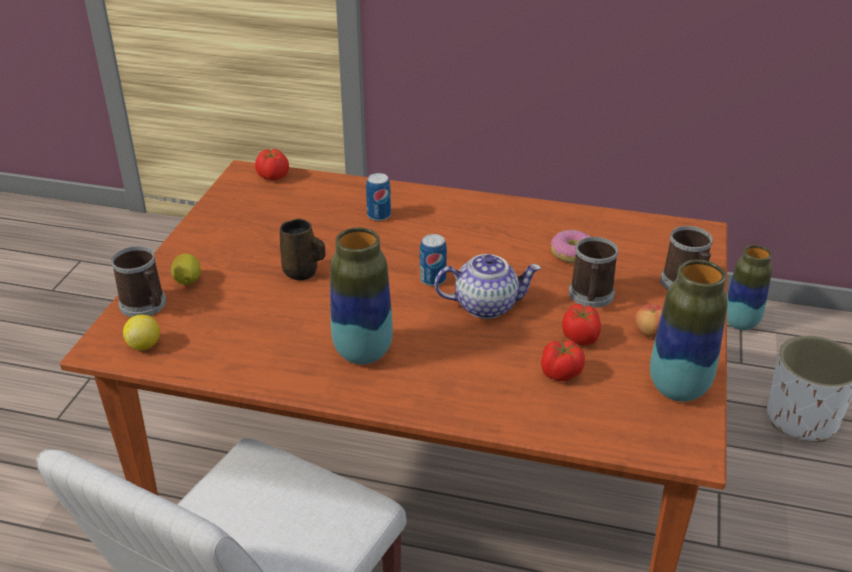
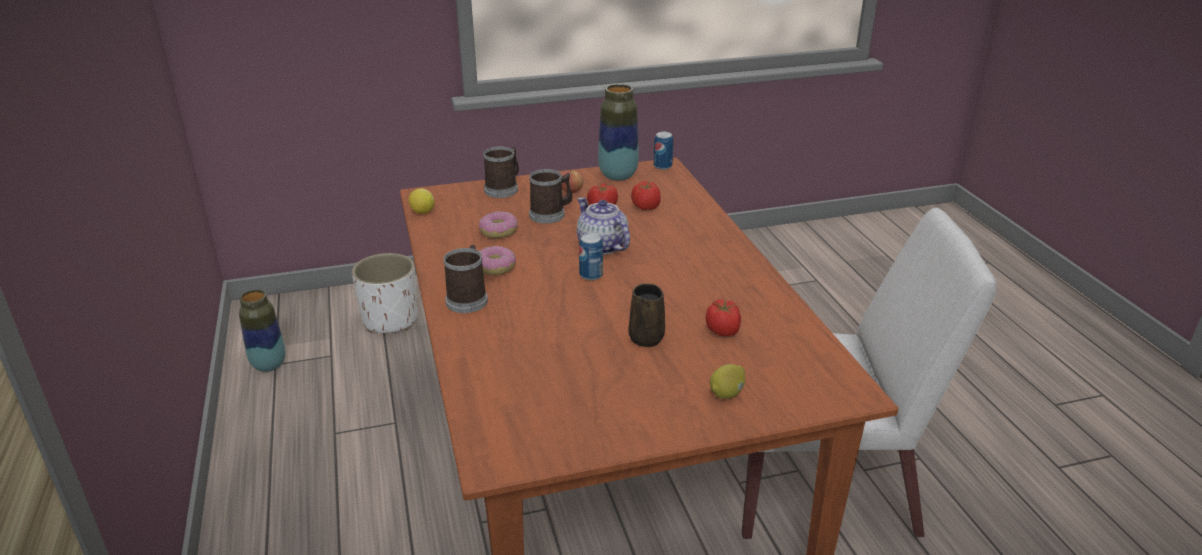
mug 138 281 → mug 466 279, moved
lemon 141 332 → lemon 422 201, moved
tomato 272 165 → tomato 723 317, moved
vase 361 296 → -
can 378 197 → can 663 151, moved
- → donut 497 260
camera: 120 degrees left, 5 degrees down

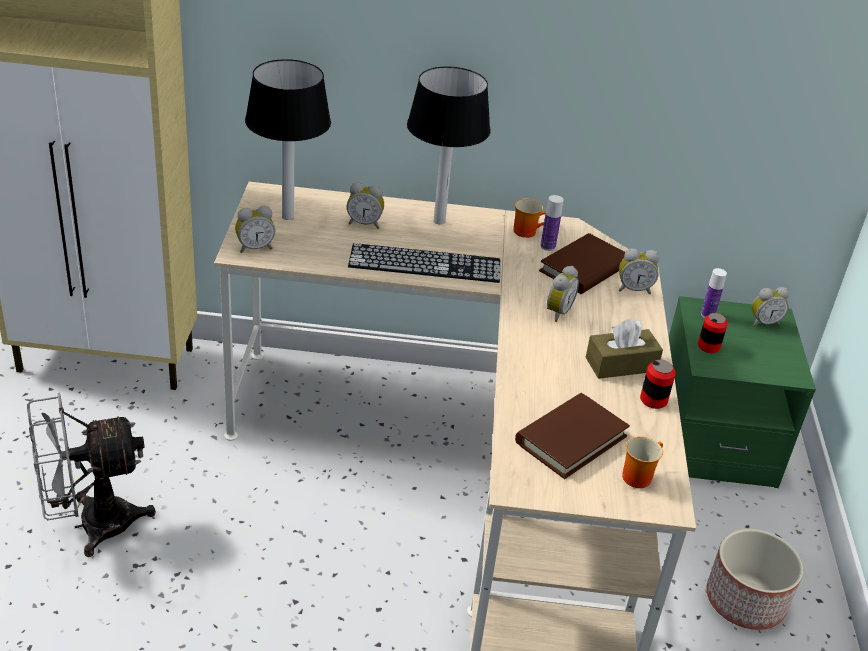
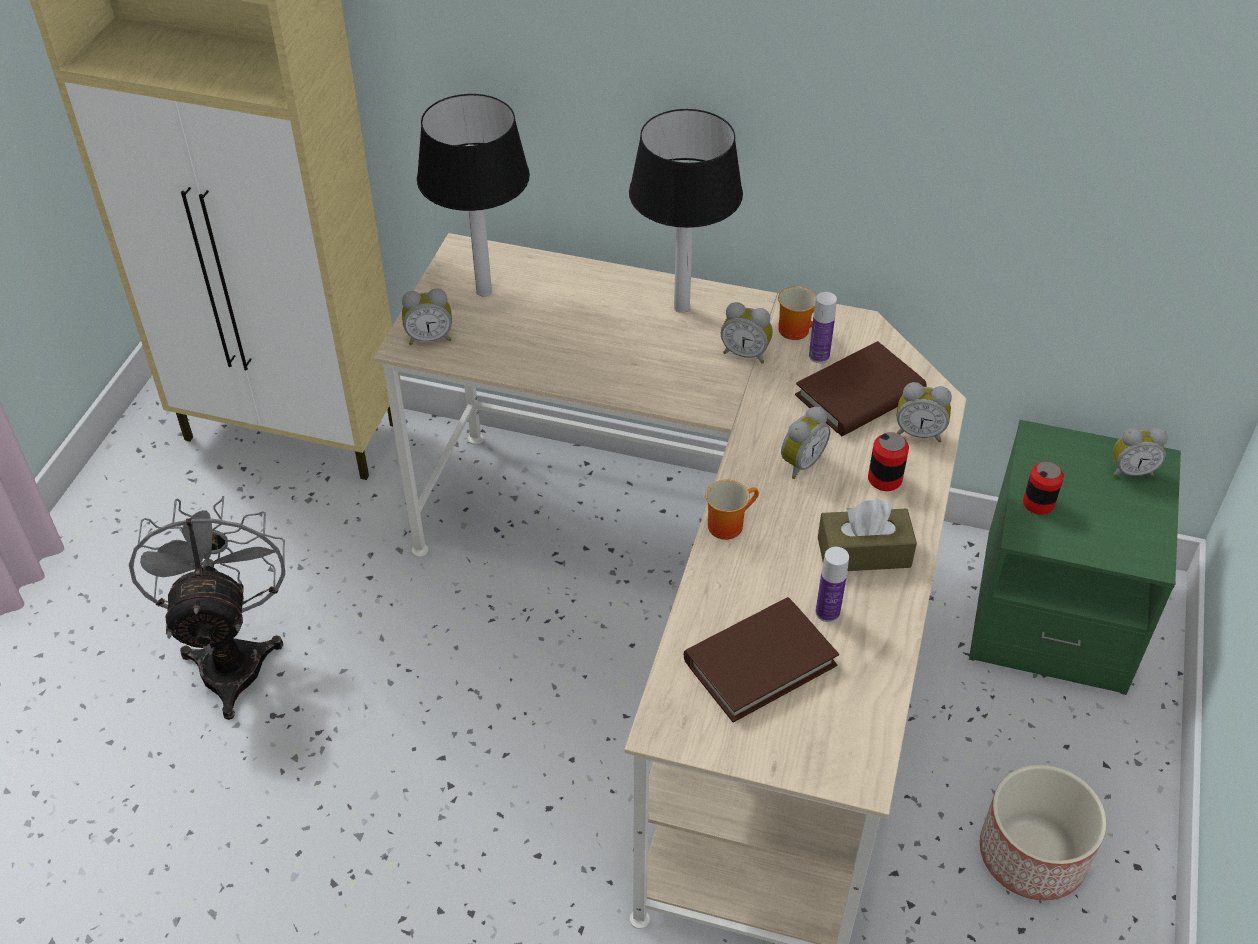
fan in grey 91 475 → fan in grey 207 608, 90 degrees clockwise
alarm clock 365 205 → alarm clock 747 333, moved
keyboard 424 263 → -
mug 642 462 → mug 732 509, moved
can 658 384 → can 888 461, moved
bottle 714 293 → bottle 832 584, moved
camera: 15 degrees right, 10 degrees up

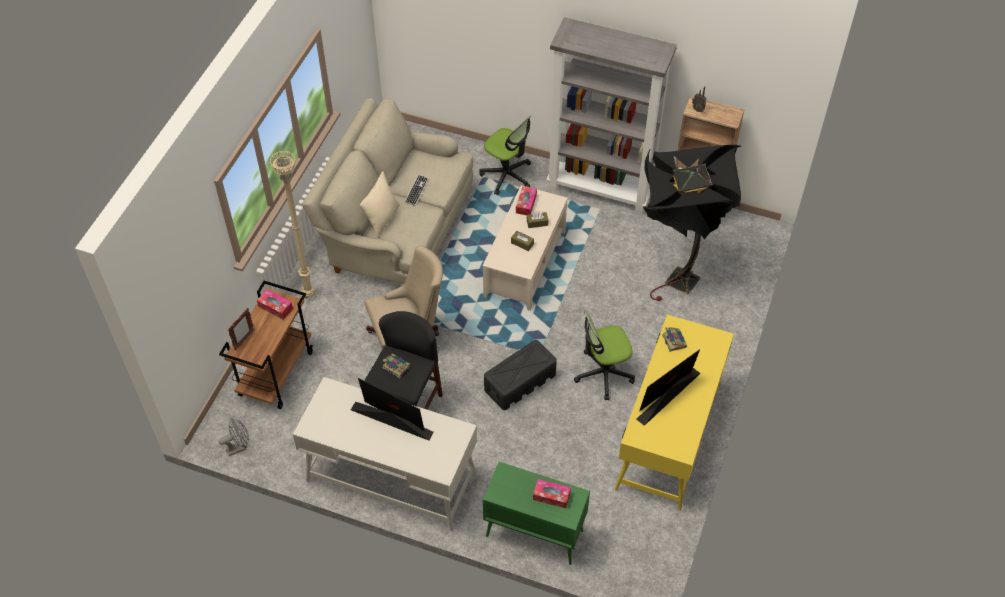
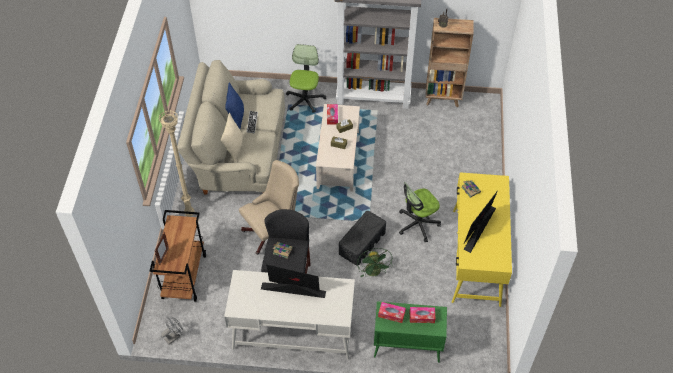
tissue box 275 304 → tissue box 392 312, moved
office chair 505 155 → office chair 306 78, 105 degrees counterclockwise
floor lamp in black 692 223 → -
- → pillow in blue 234 105
- → fan in green 375 262
camera: 15 degrees left, 0 degrees up

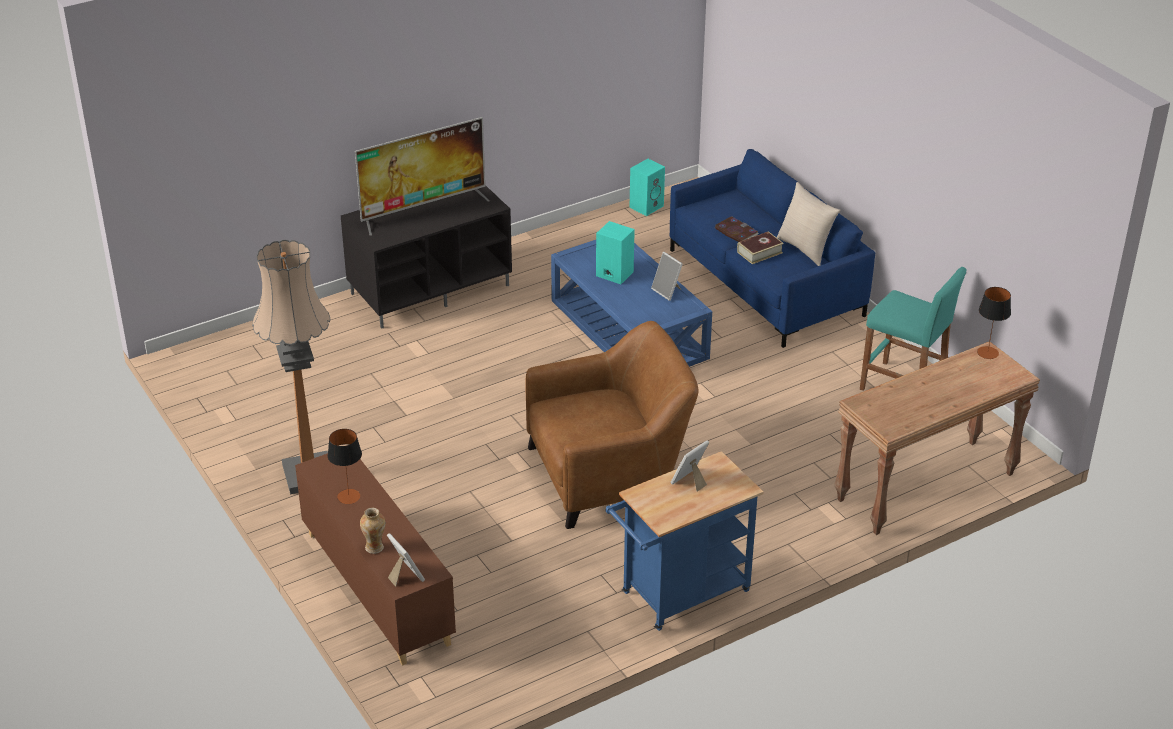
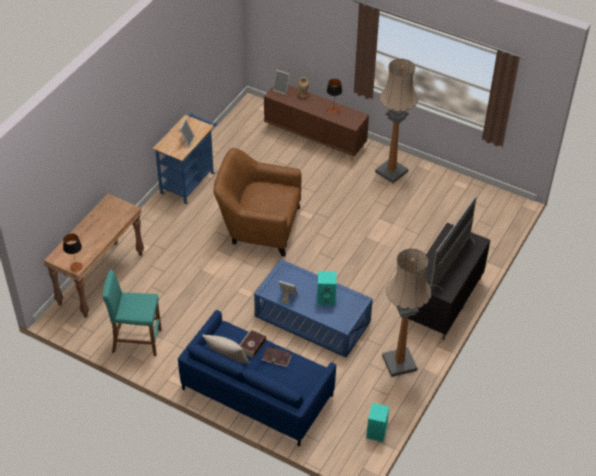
armchair in brown 612 425 → armchair in brown 257 202, 60 degrees clockwise
- → floor lamp 406 312
camera: 150 degrees right, 10 degrees up

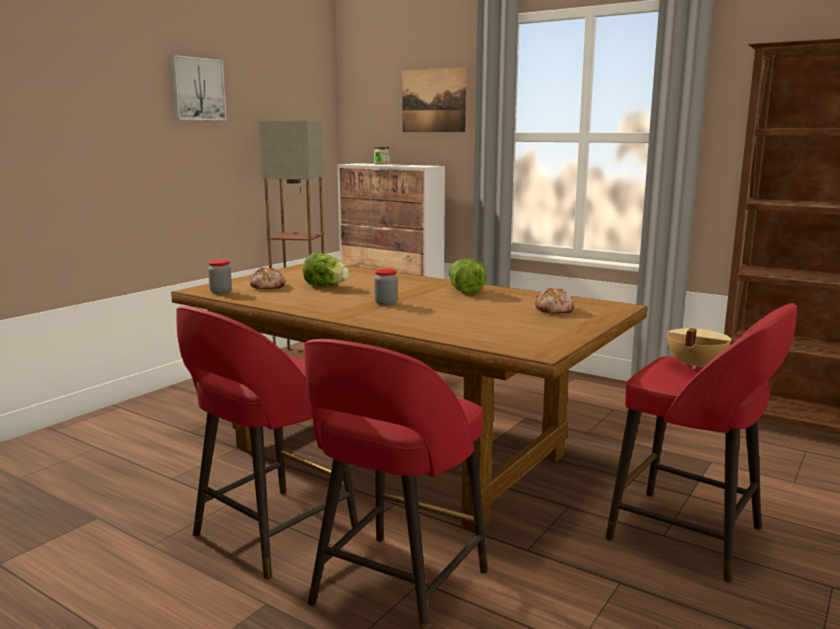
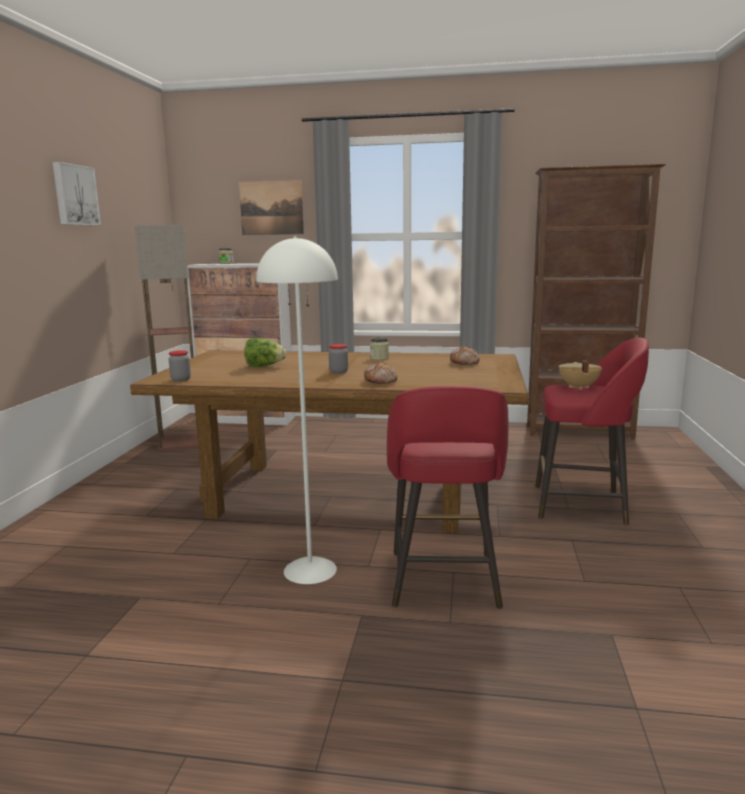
stool in red 267 442 → floor lamp in white 297 410
bread 267 278 → bread 380 373, moved
lettuce 468 276 → jar 379 348
camera: 25 degrees left, 0 degrees up

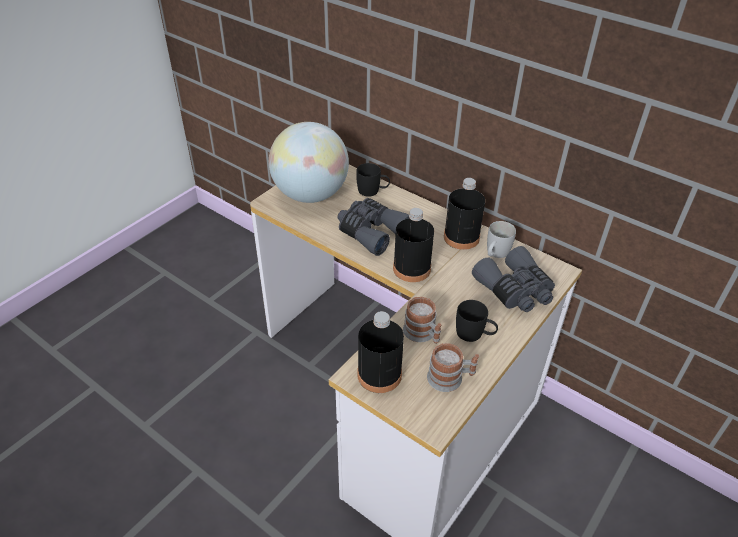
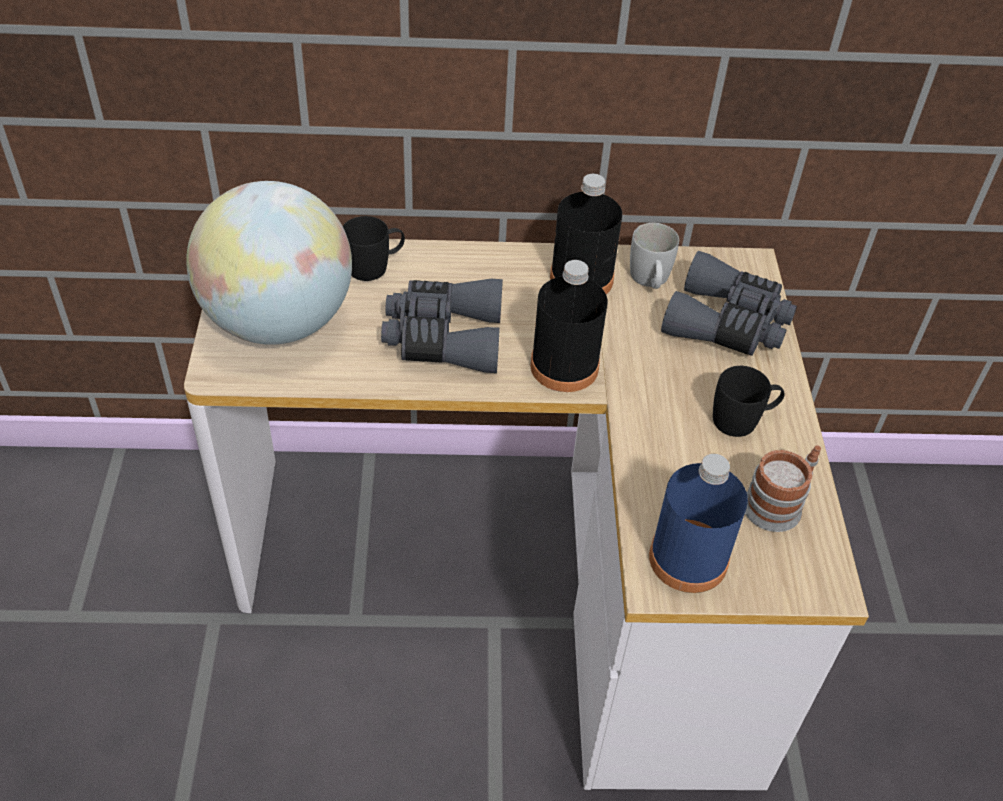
bottle in black 380 352 → bottle in blue 698 523
mug 422 320 → -
camera: 40 degrees left, 5 degrees up

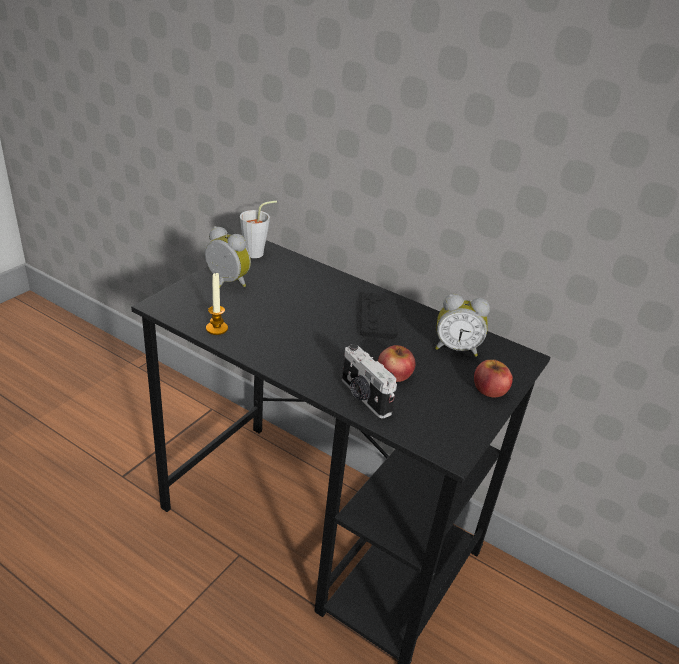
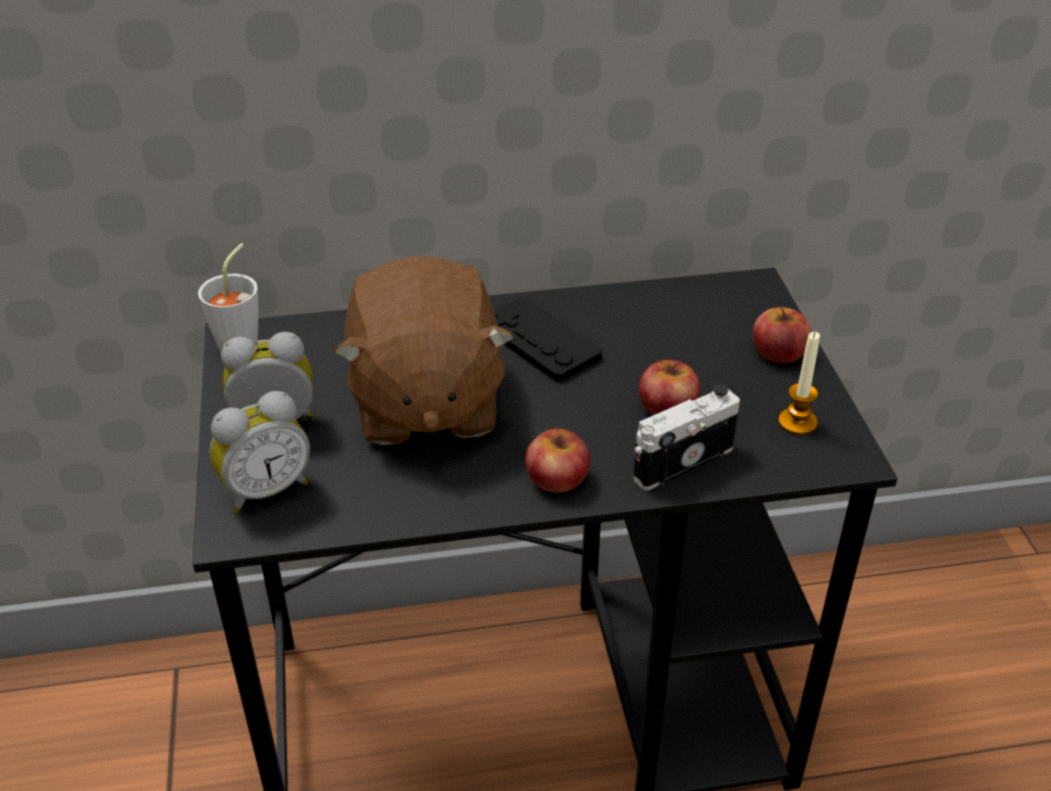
candle 217 303 → candle 799 383, moved
photo camera 369 381 → photo camera 686 437, 135 degrees clockwise
alarm clock 462 325 → alarm clock 259 452, moved
- → plush toy in brown 424 350
- → apple 558 460
camera: 40 degrees left, 5 degrees up

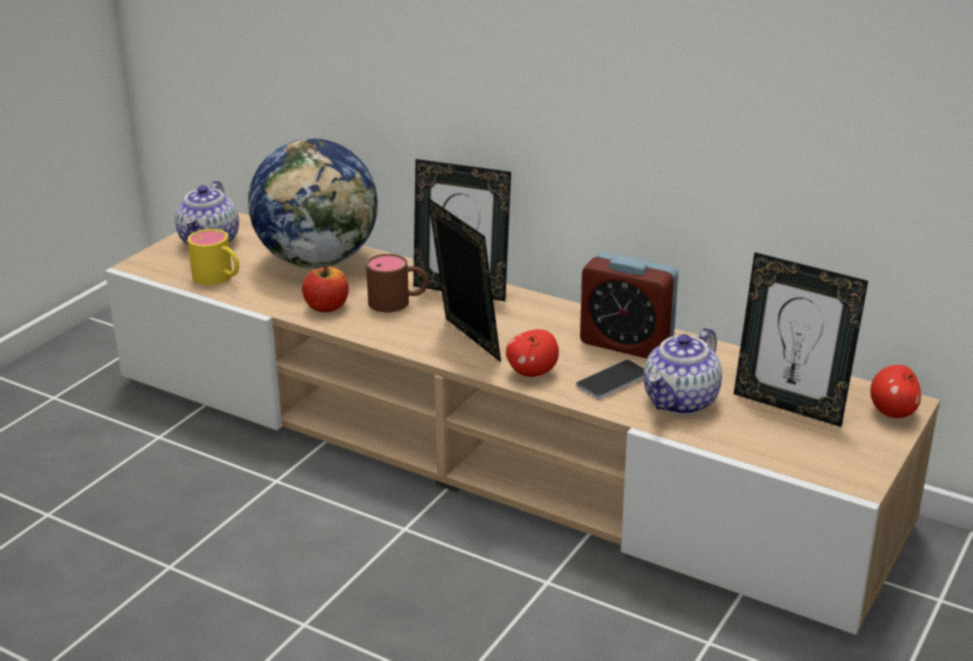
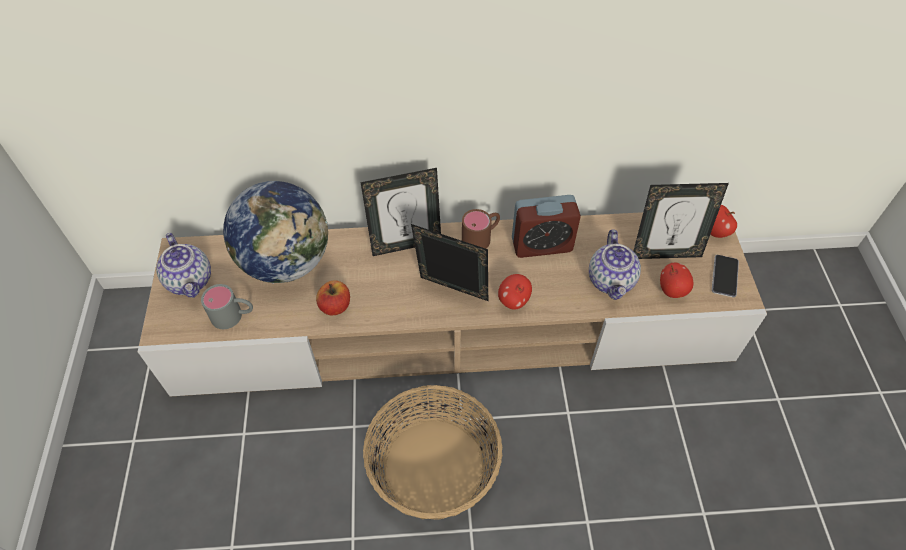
mug in yellow 213 257 → mug in grey 227 306
mug in brown 397 283 → mug in brown 481 229, moved
phone 610 379 → phone 725 276, moved
- → basket 432 452
- → apple 676 280
camera: 35 degrees left, 25 degrees up

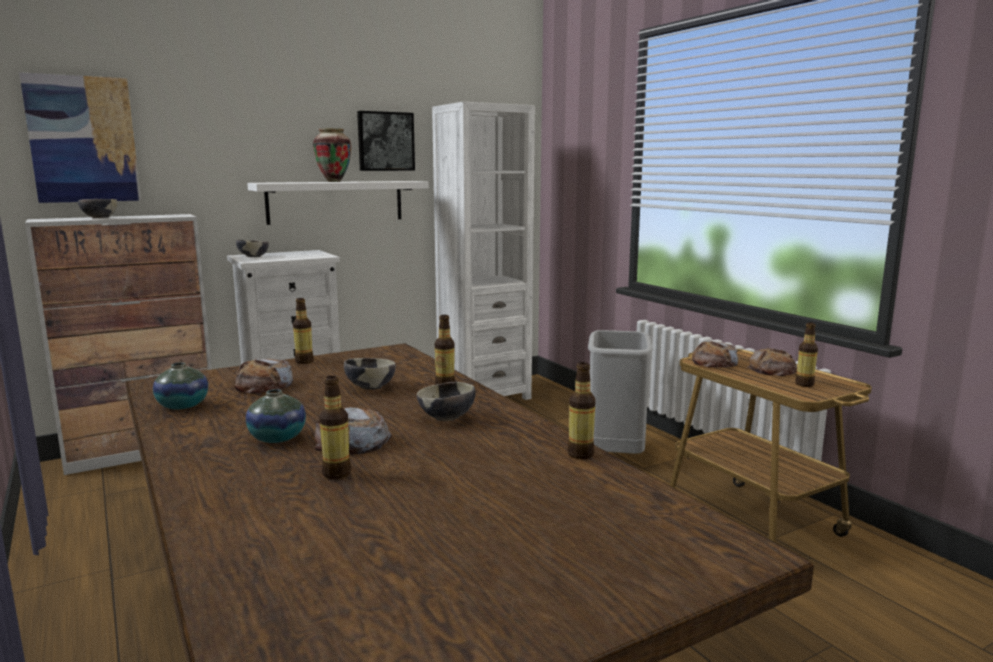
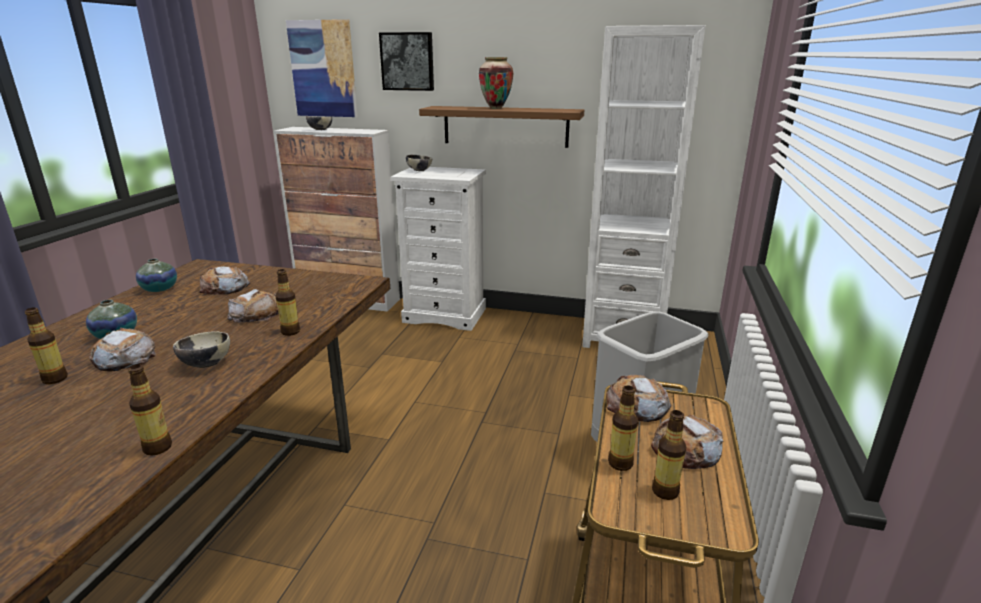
shelf in white 338 203 → shelf in brown 501 127
bottle 303 331 → bottle 623 428, moved
bowl 370 374 → bread 253 306
picture 386 141 → picture 406 61, moved
camera: 45 degrees right, 10 degrees up

